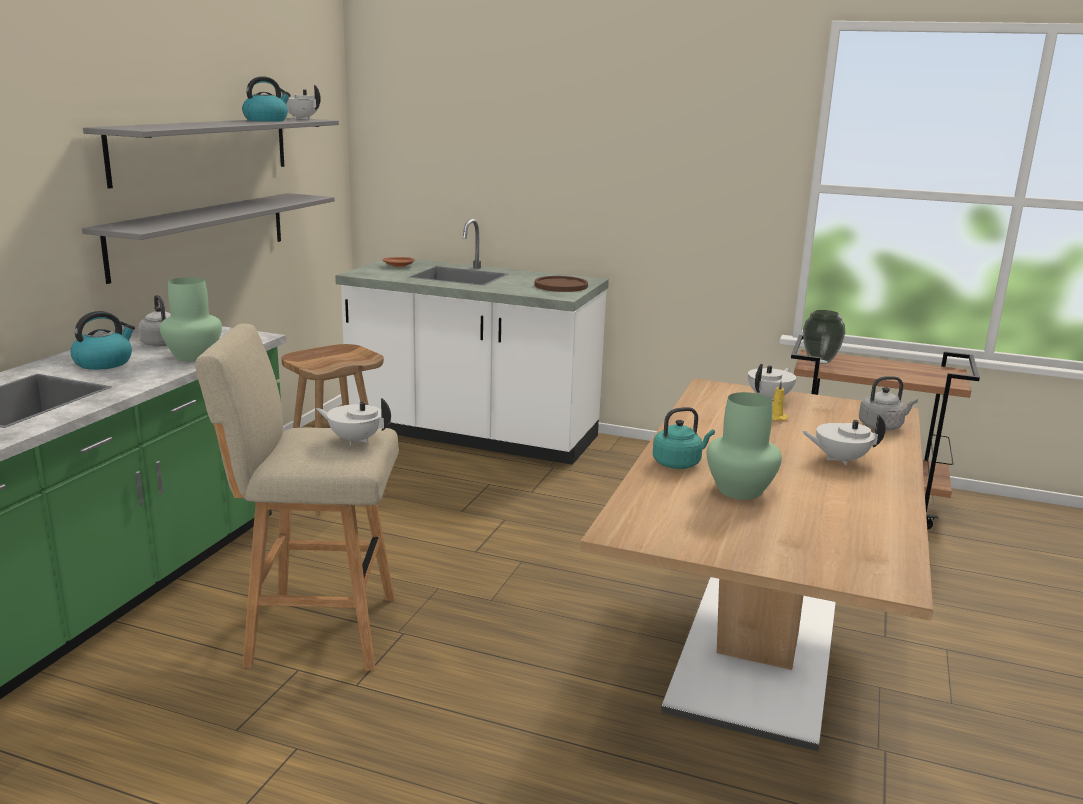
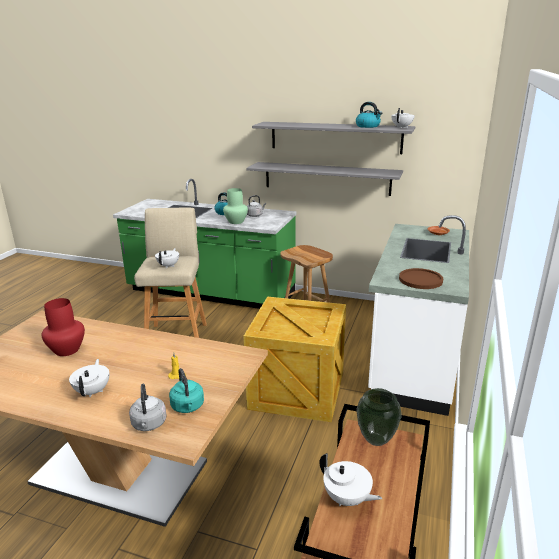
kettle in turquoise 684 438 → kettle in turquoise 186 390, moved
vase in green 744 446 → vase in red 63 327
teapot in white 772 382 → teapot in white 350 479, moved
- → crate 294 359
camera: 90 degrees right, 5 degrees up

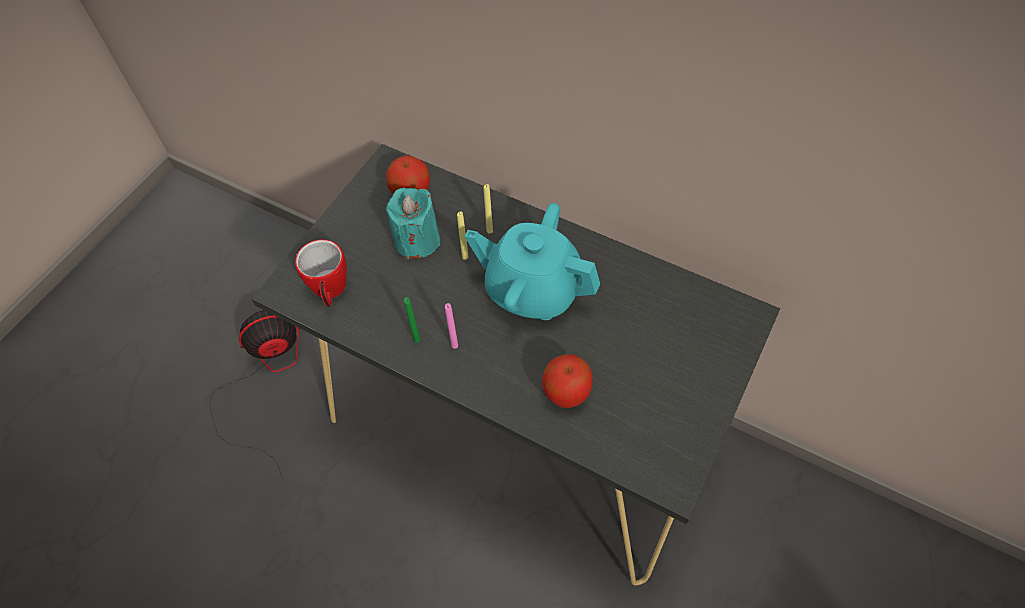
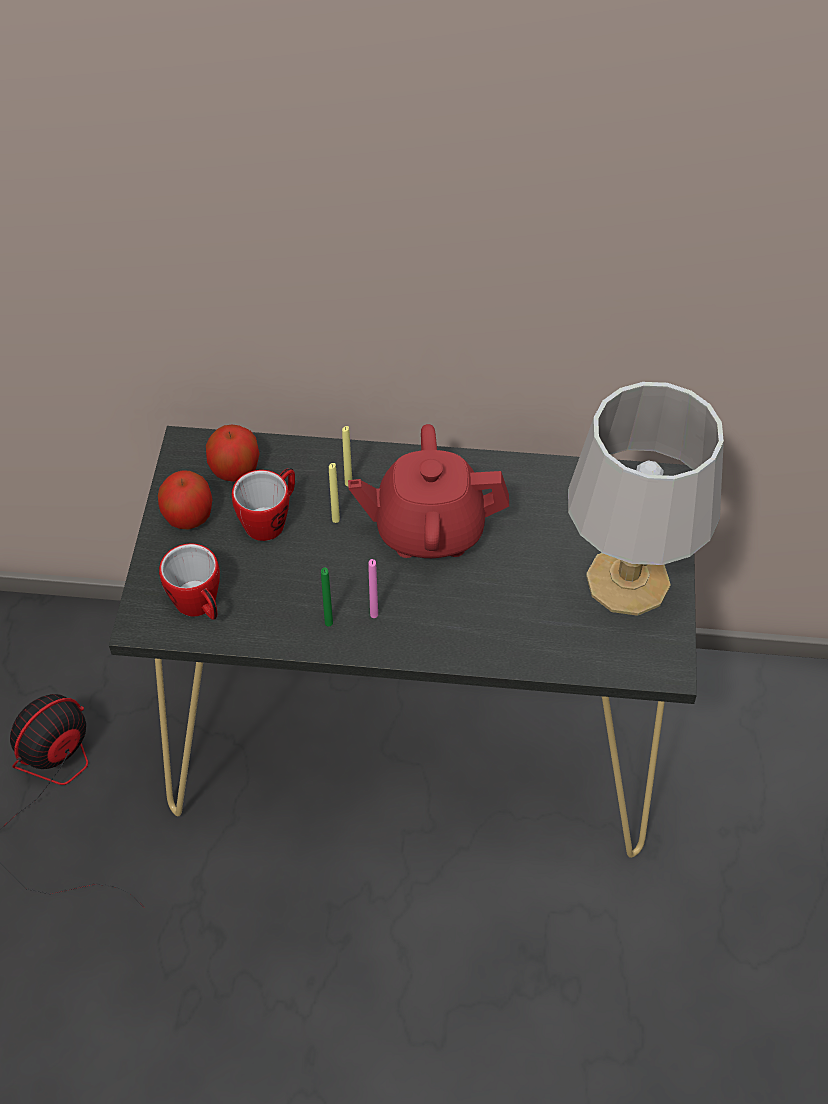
candle in turquoise 413 224 → mug 263 504
teapot in turquoise 532 261 → teapot in red 428 491
apple 567 381 → apple 185 500, moved
- → table lamp in grey 646 499
camera: 25 degrees left, 5 degrees down

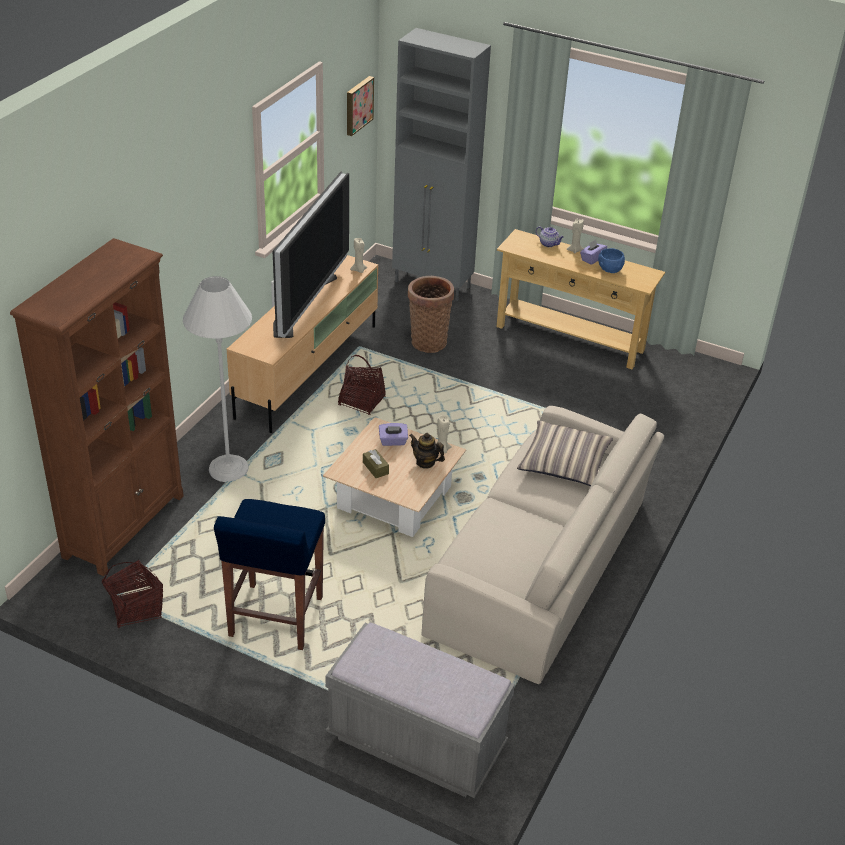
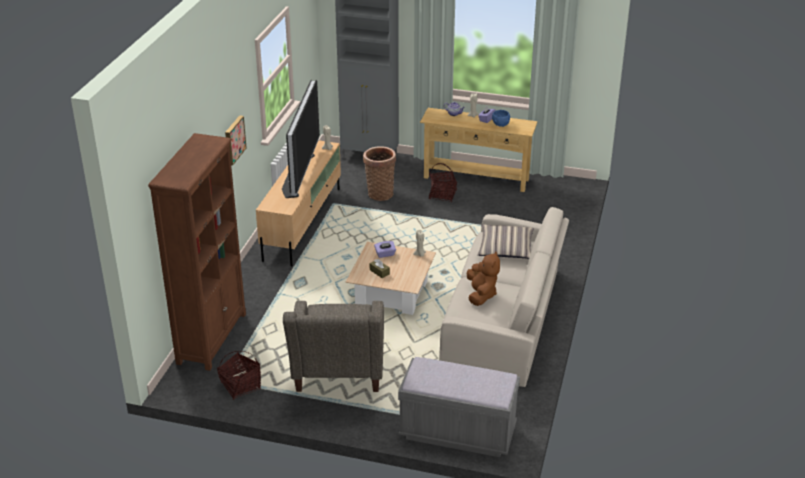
floor lamp in white 217 379 → -
stool in blue 269 574 → armchair in grey 333 346
basket 362 385 → basket 443 182, moved
picture 360 106 → picture 236 140, moved
teapot 427 451 → -
- → plush toy in brown 483 279
camera: 10 degrees left, 5 degrees down

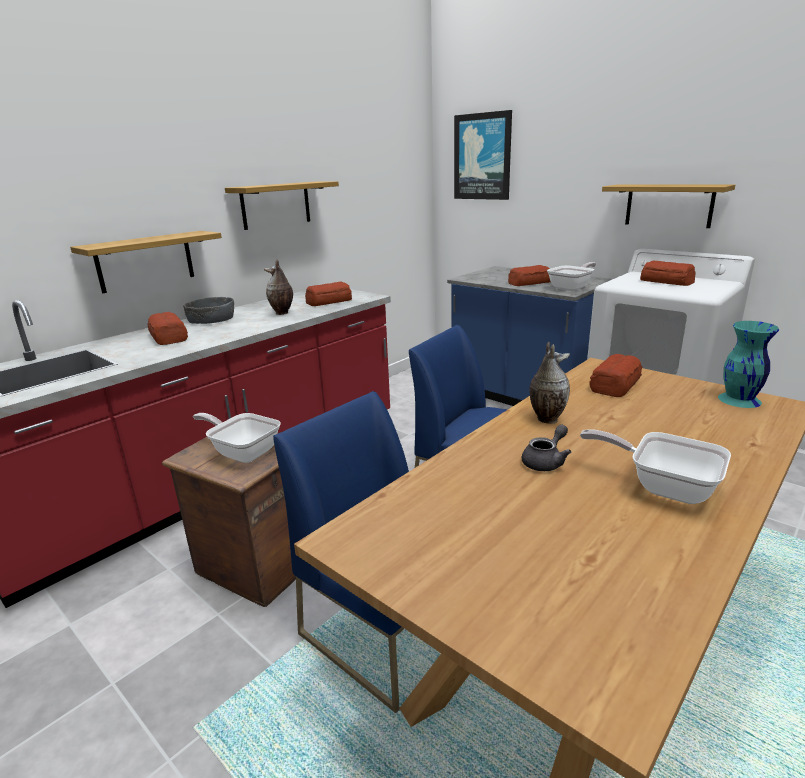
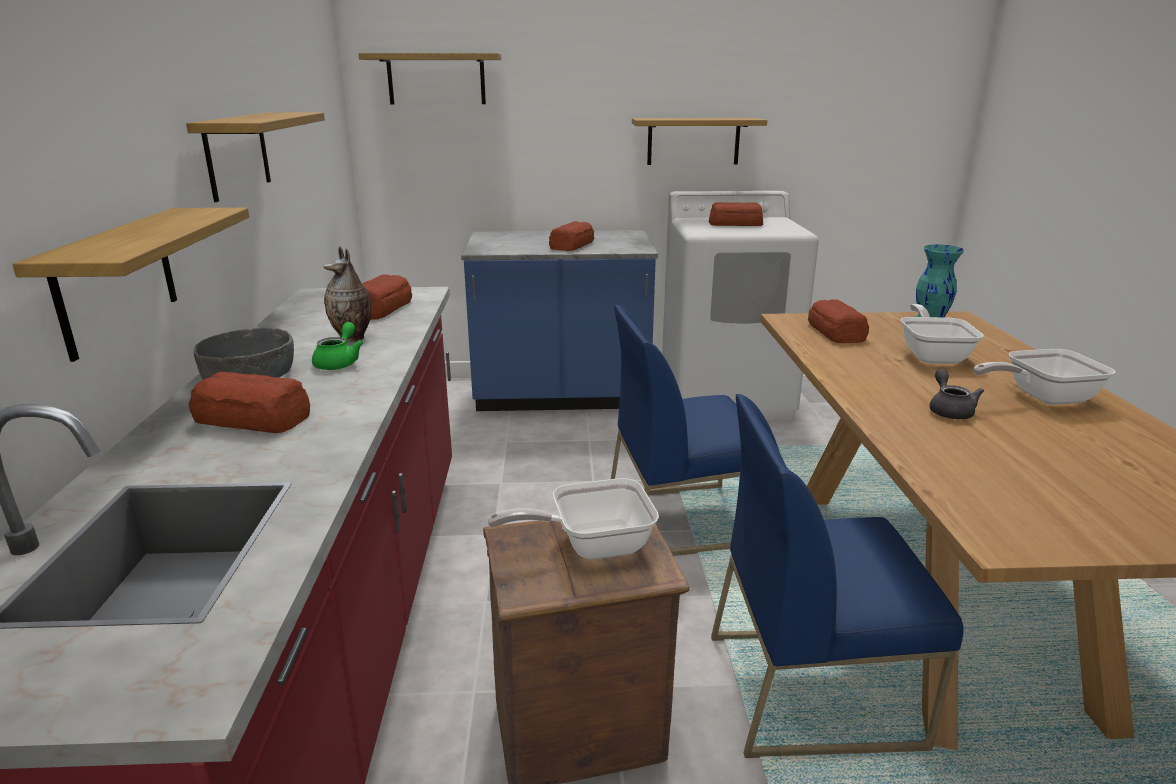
picture 483 155 → shelf 429 78
vase 550 383 → -
frying pan 571 276 → frying pan 942 334, moved
- → teapot in green 337 346
camera: 45 degrees left, 0 degrees up

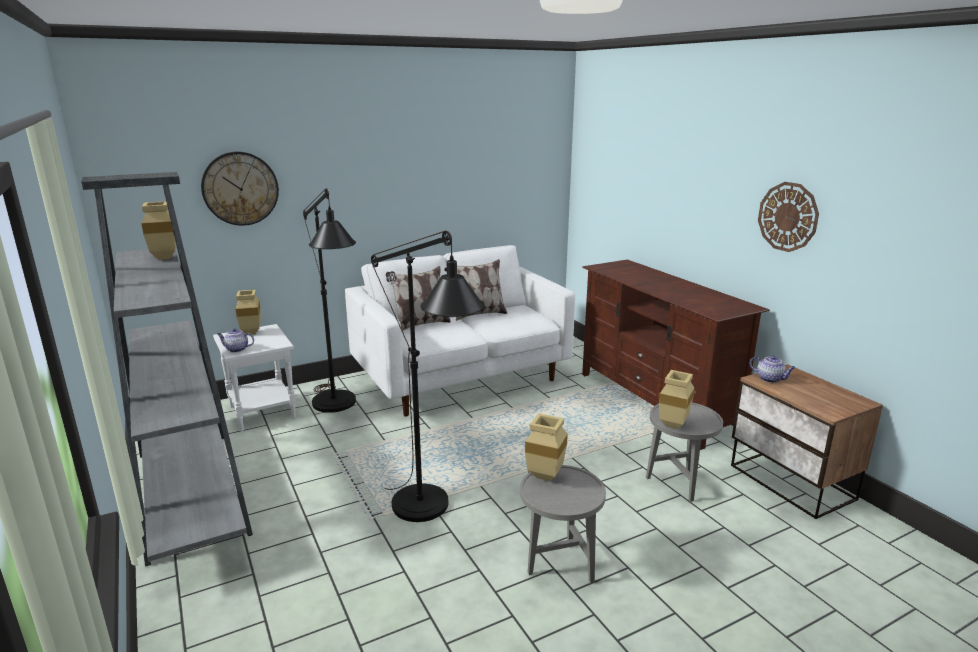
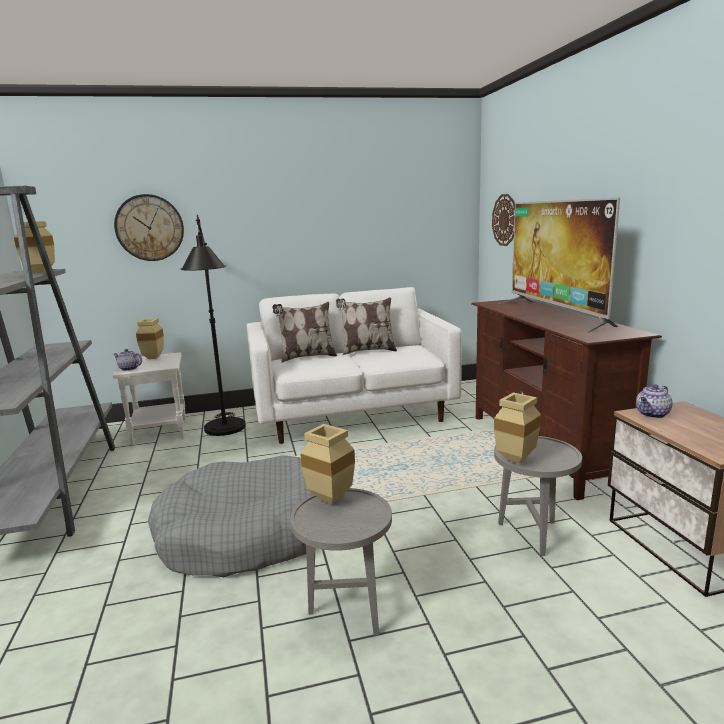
floor lamp in black 428 376 → dog bed in grey 230 516
teapot 773 369 → teapot 654 401, 90 degrees clockwise
wall clock 788 217 → wall clock 503 220, moved
- → television 559 265
camera: 15 degrees right, 5 degrees down

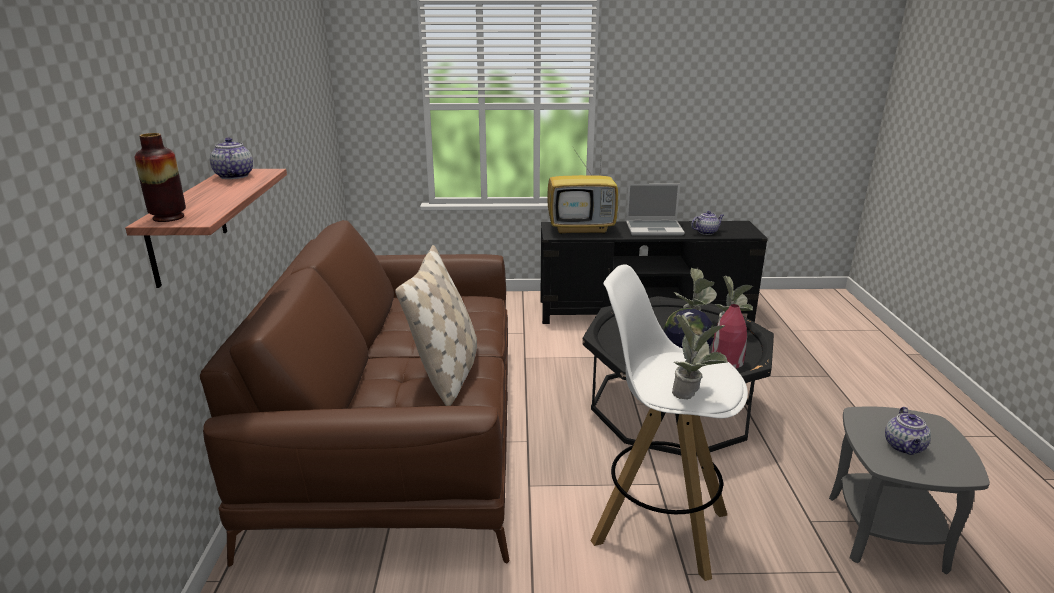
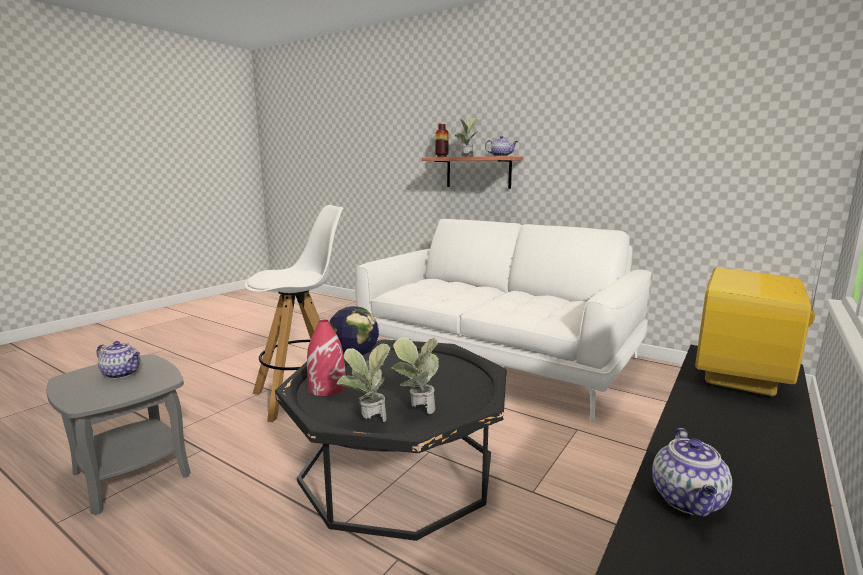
sofa in brown 354 393 → sofa in white 503 320
pillow in beige 436 325 → -
laptop 655 210 → -
potted plant 700 356 → potted plant 466 137, moved
teapot 908 431 → teapot 118 360, 150 degrees clockwise
camera: 125 degrees right, 10 degrees down

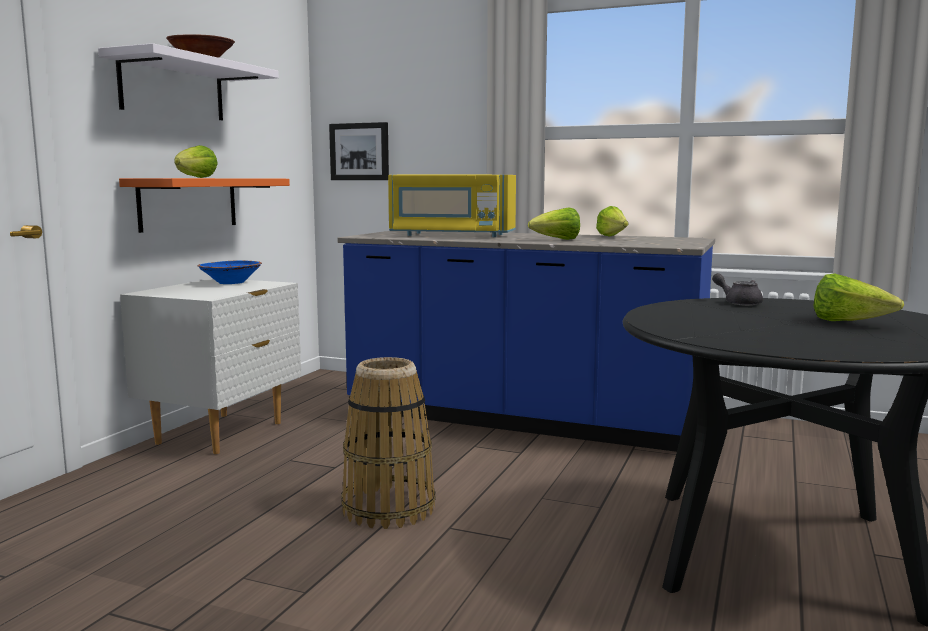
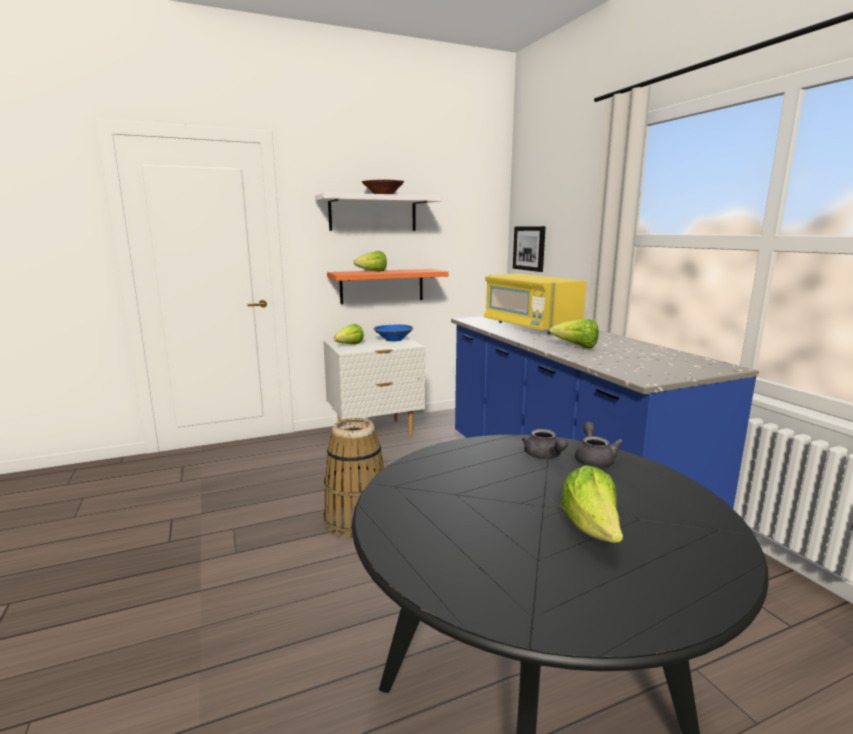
lettuce 612 221 → lettuce 349 334, moved
- → teapot in grey 545 444
camera: 45 degrees right, 5 degrees up

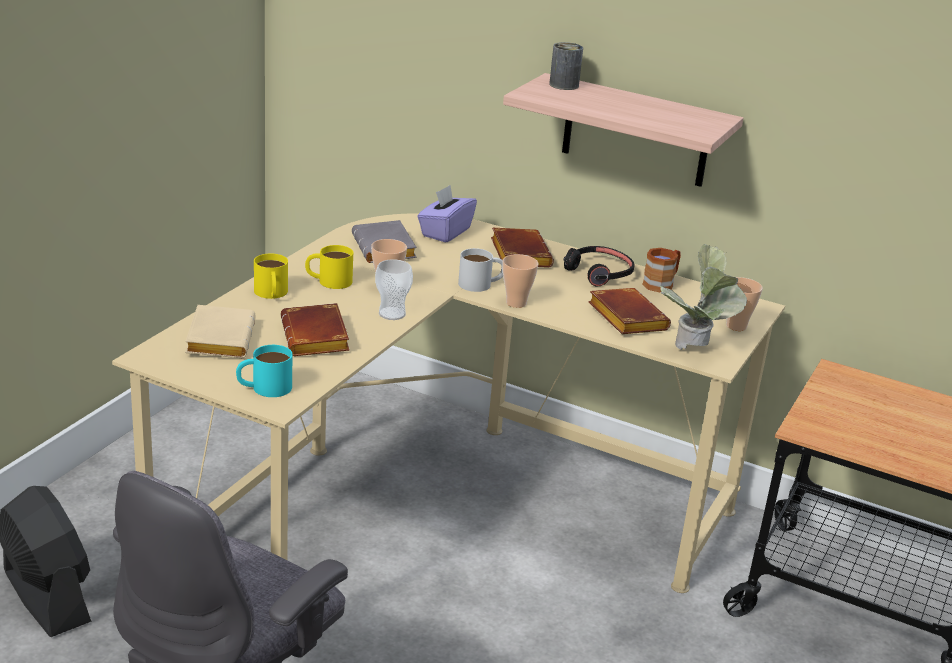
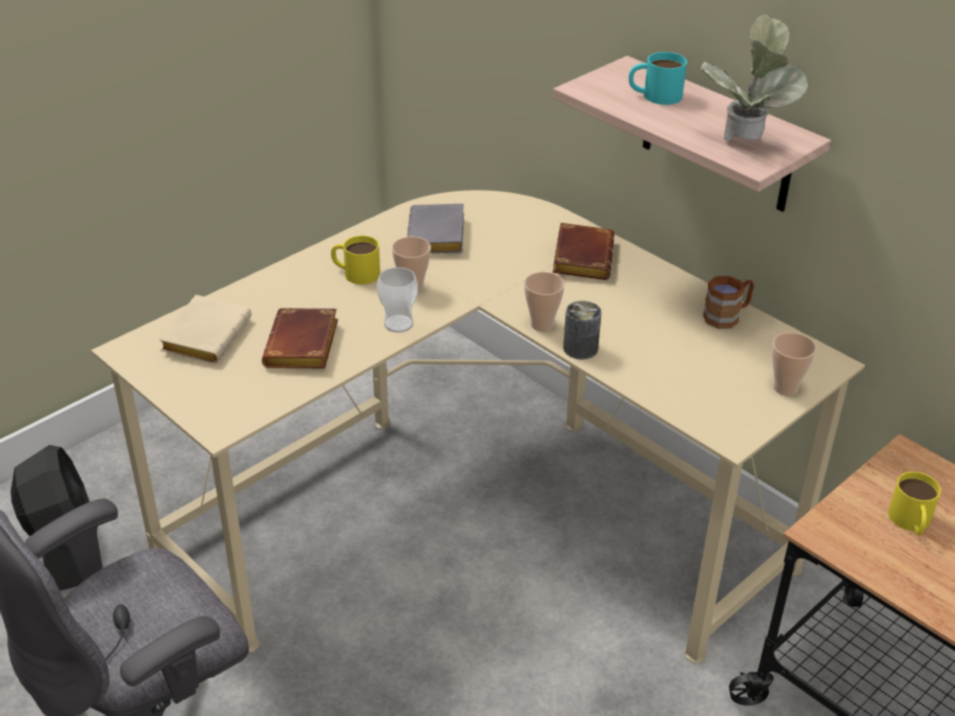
mug in turquoise 264 371 → mug in turquoise 658 78, moved
mug in yellow 271 276 → mug in yellow 914 503, moved
tissue box in purple 447 214 → -
mug in white 480 270 → -
can 566 66 → can 582 330, moved
headphones in black 599 266 → -
book in brown 629 311 → -
potted plant 703 297 → potted plant 754 78, moved
camera: 20 degrees right, 10 degrees up

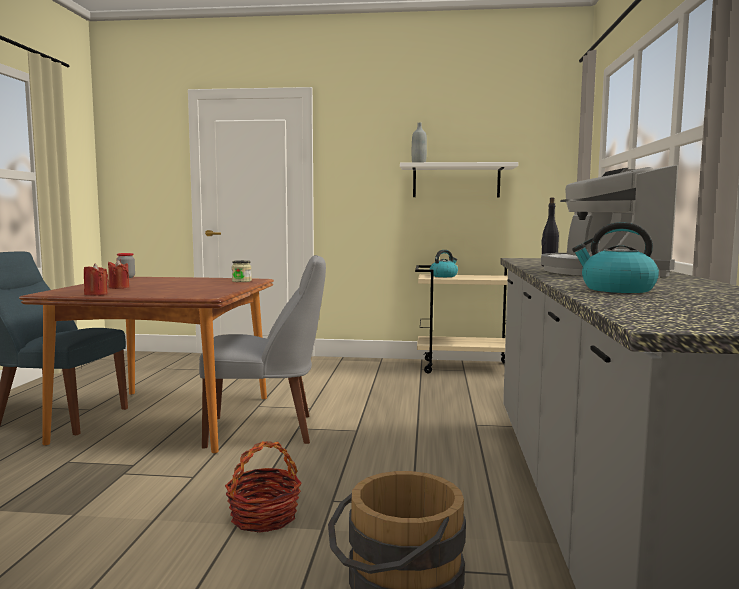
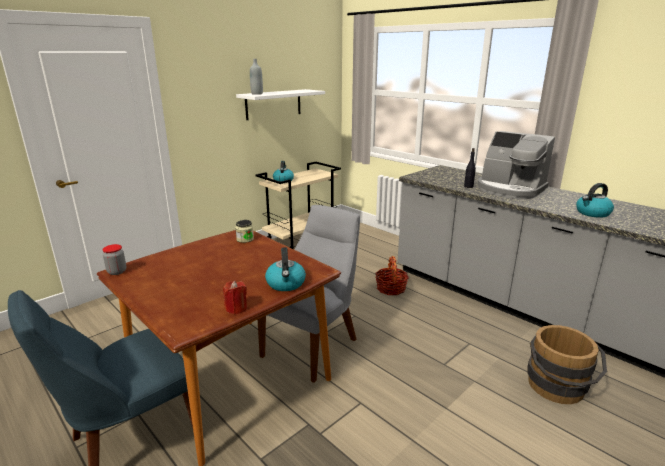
candle in red 118 274 → -
basket 263 486 → basket 392 276, moved
- → kettle 285 269
camera: 50 degrees left, 15 degrees up

